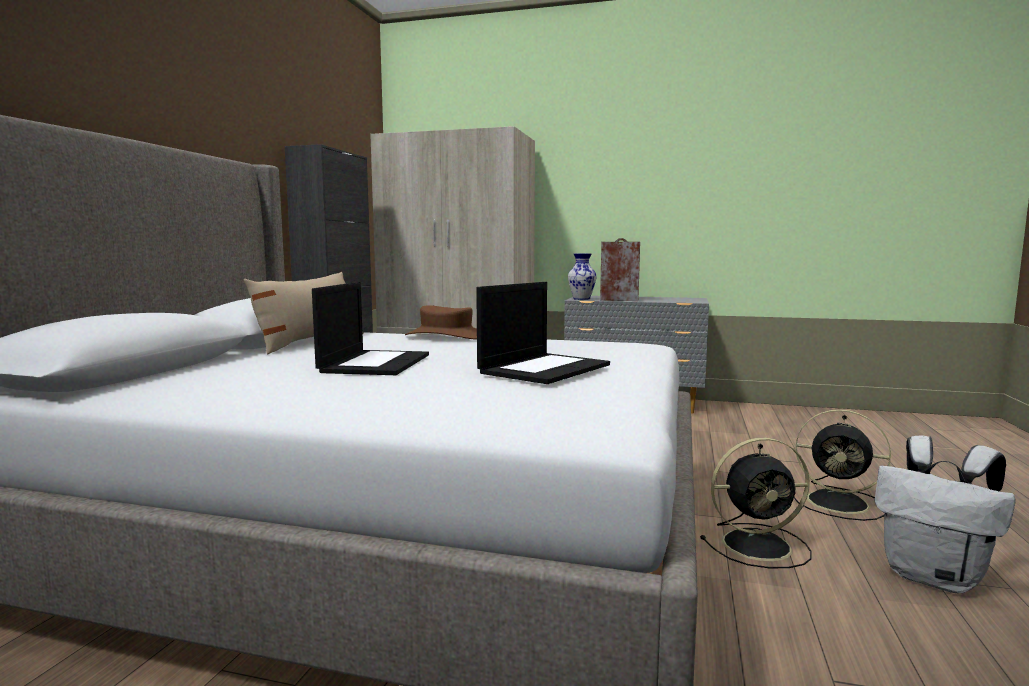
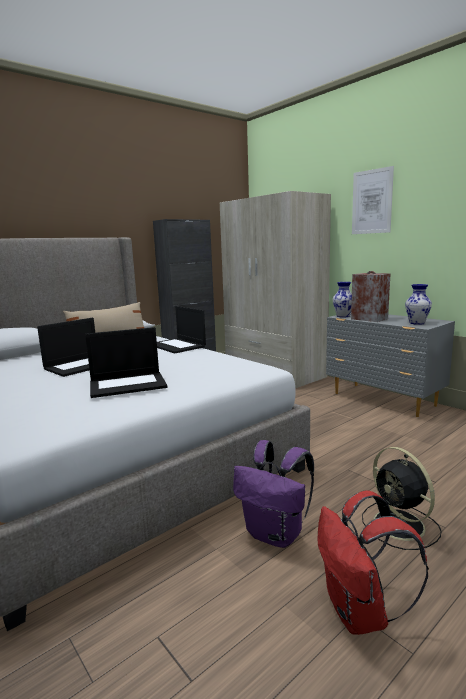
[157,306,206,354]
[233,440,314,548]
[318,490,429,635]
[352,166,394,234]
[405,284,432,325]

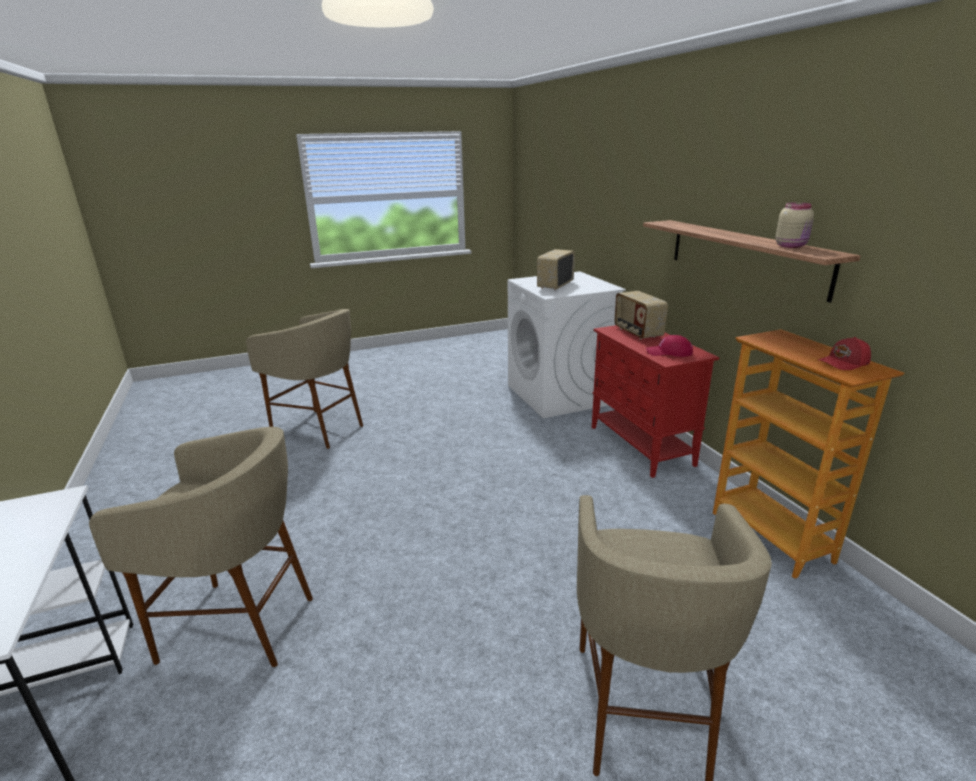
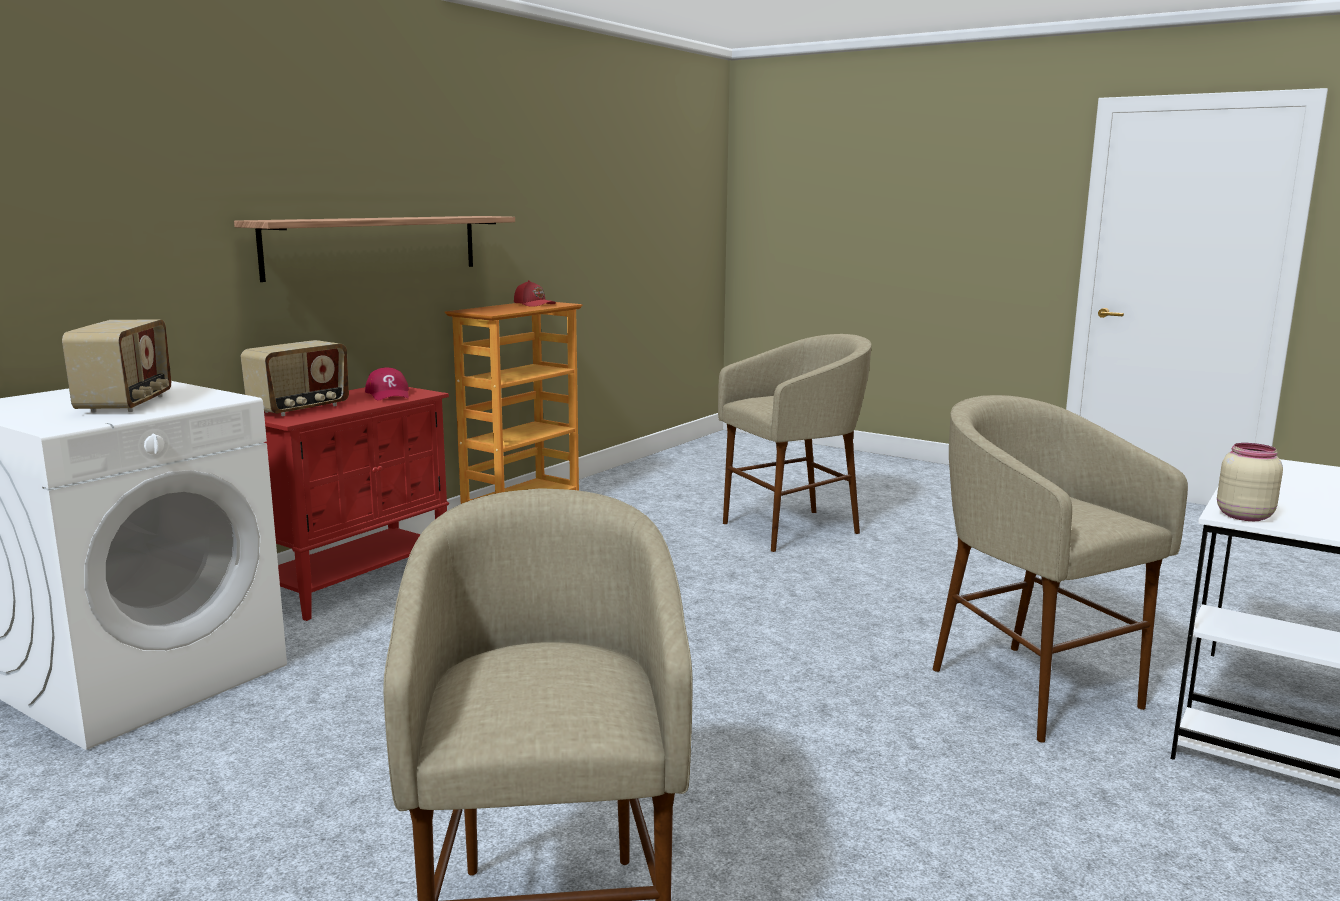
[62,320,171,413]
[1217,443,1283,521]

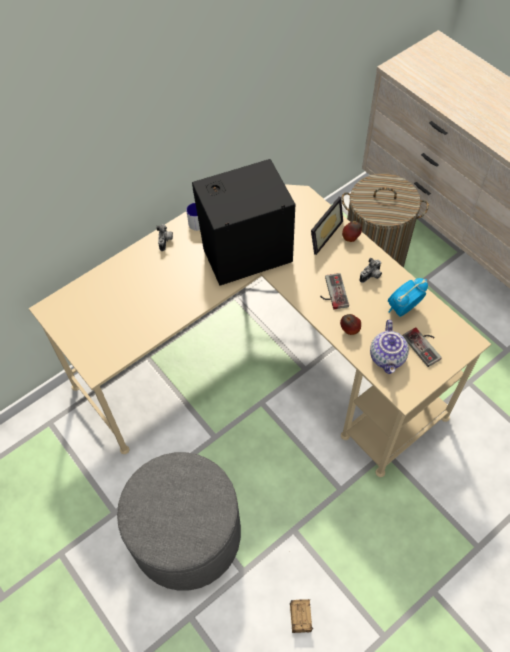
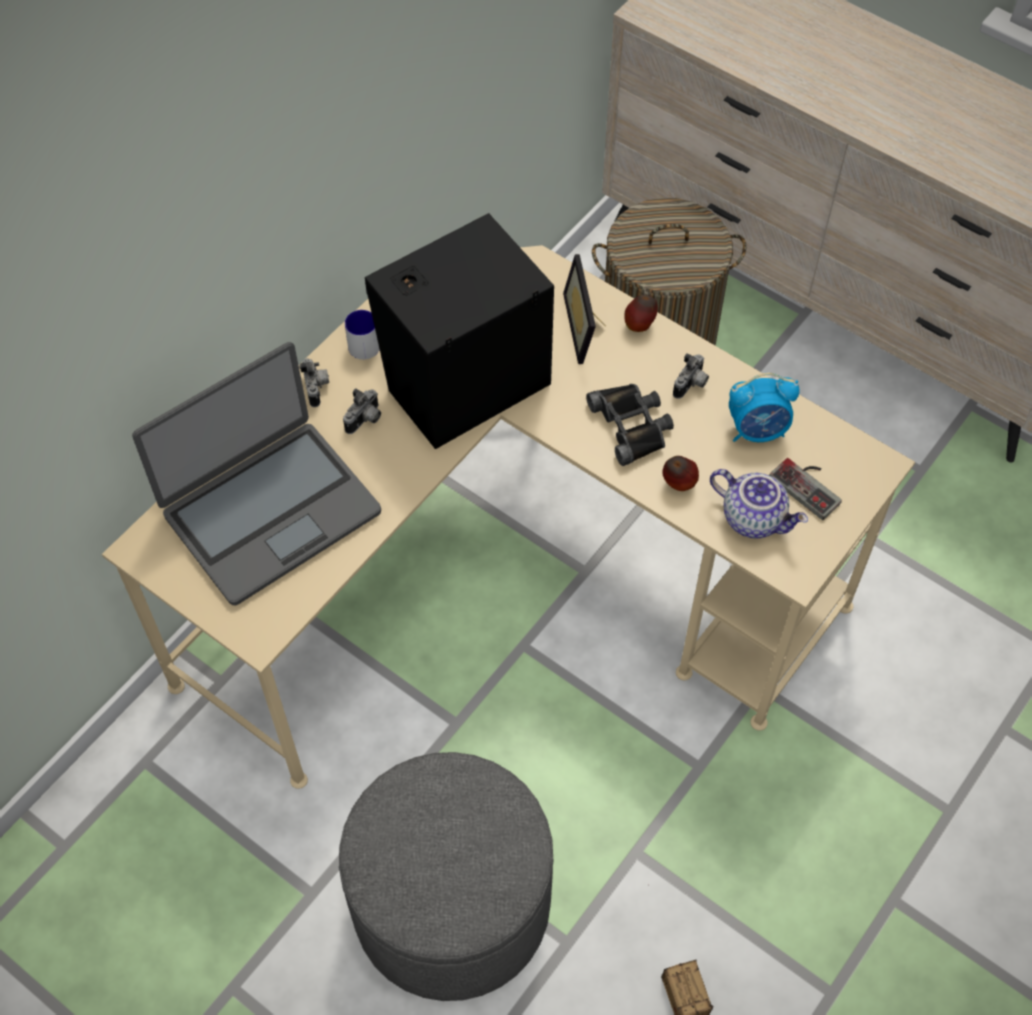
[132,342,381,606]
[343,388,381,434]
[563,254,605,364]
[586,384,674,466]
[710,469,808,538]
[729,373,800,442]

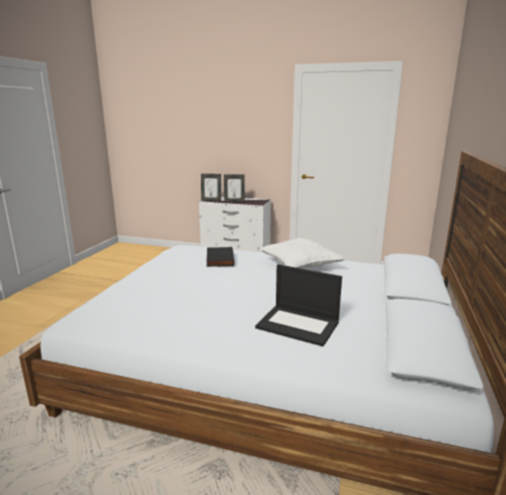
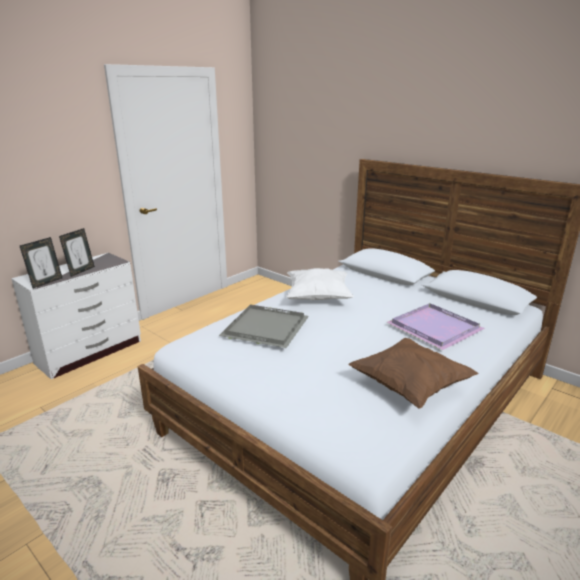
[219,304,309,348]
[348,338,478,409]
[386,303,485,350]

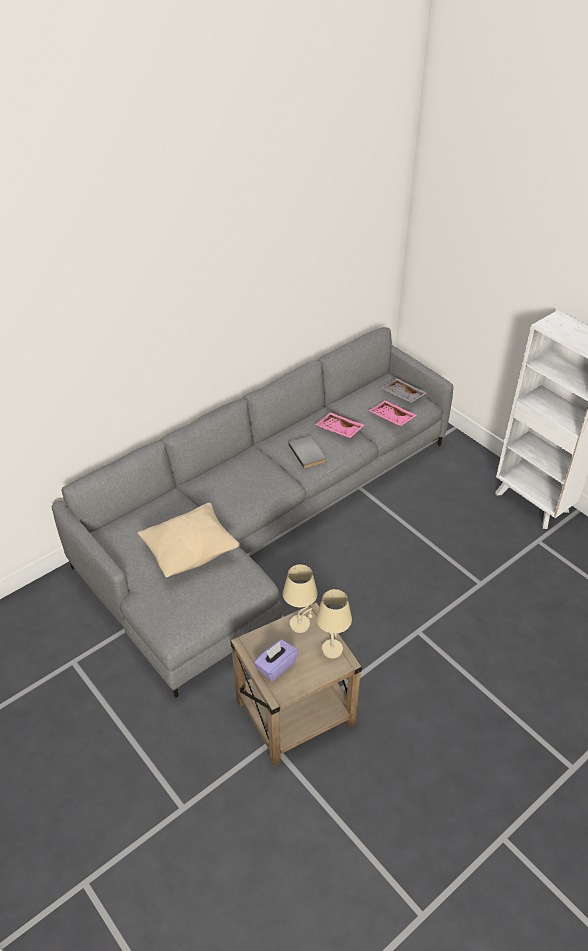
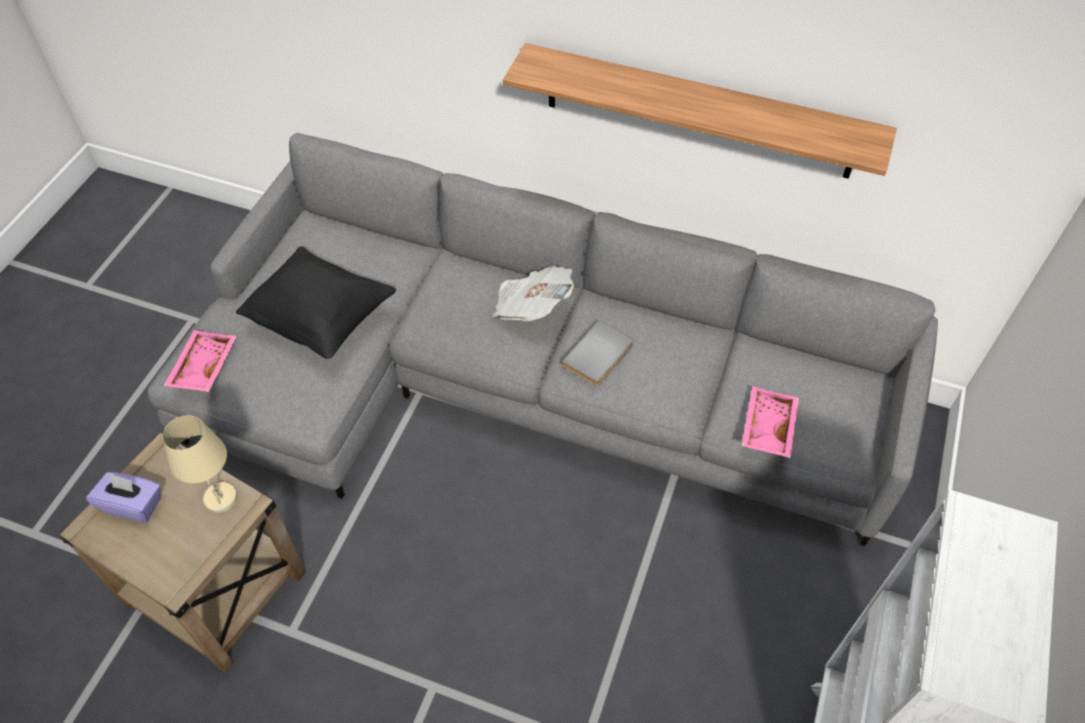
[163,330,237,392]
[236,246,396,359]
[493,266,574,321]
[503,43,897,179]
[316,589,352,658] (first image)
[381,379,427,403] (first image)

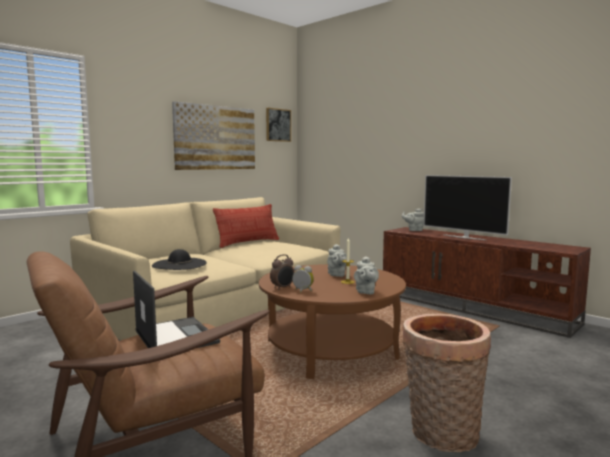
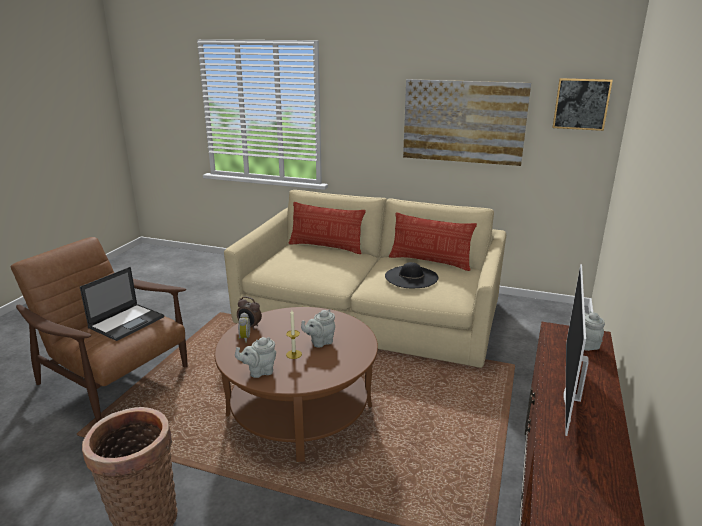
[288,202,366,254]
[385,262,438,288]

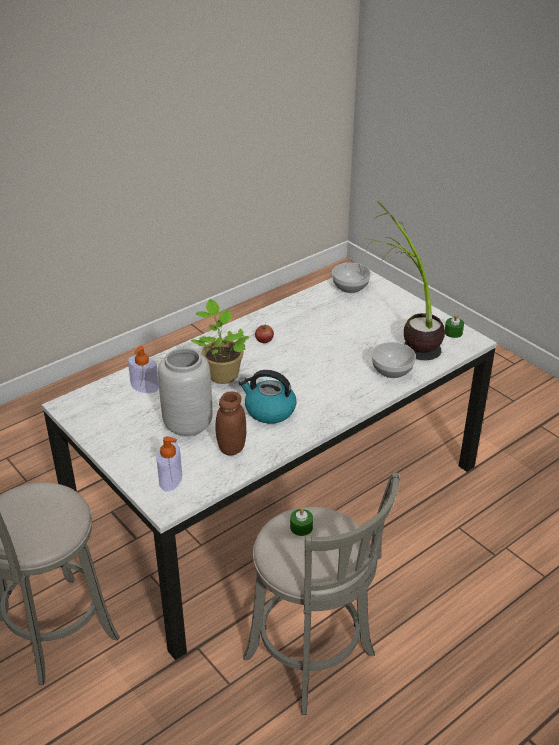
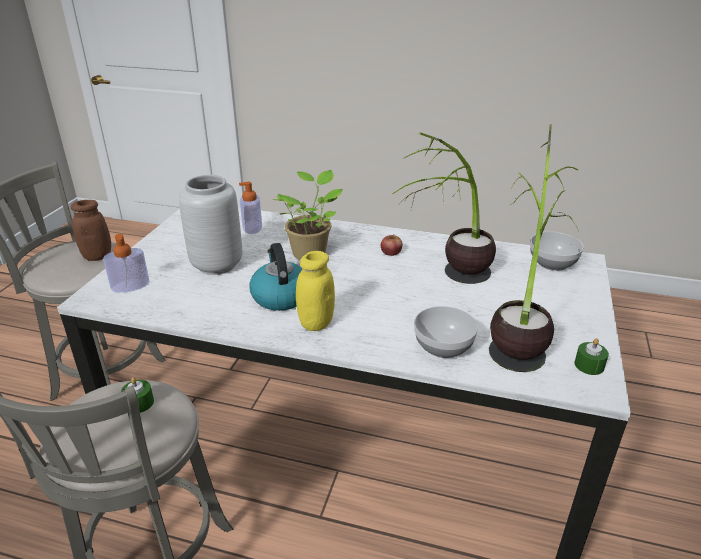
[71,200,111,261]
[296,251,335,331]
[393,132,496,284]

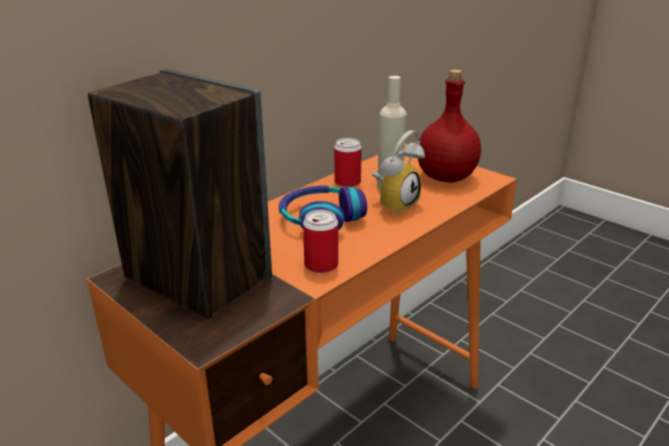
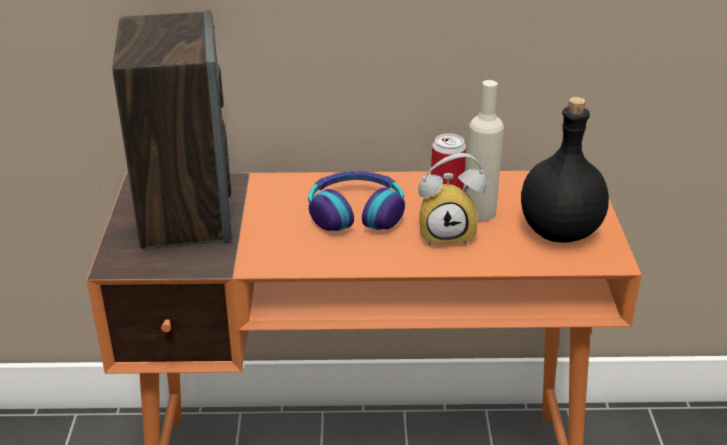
[521,97,609,243]
[303,210,338,273] (first image)

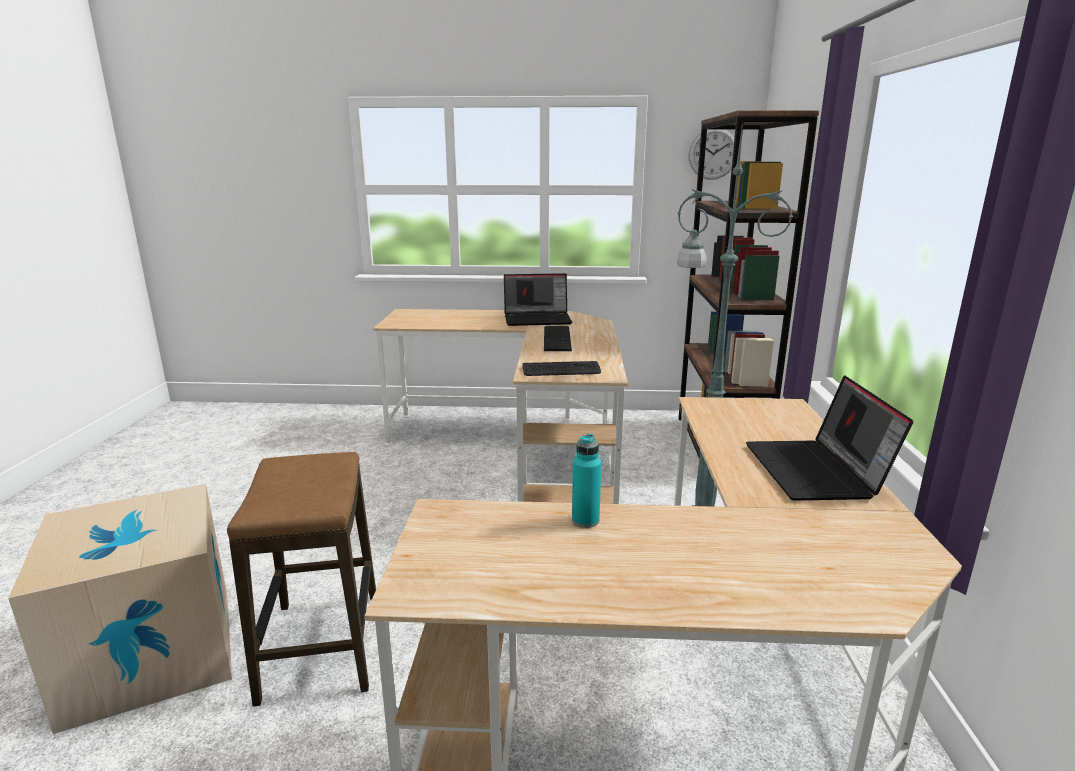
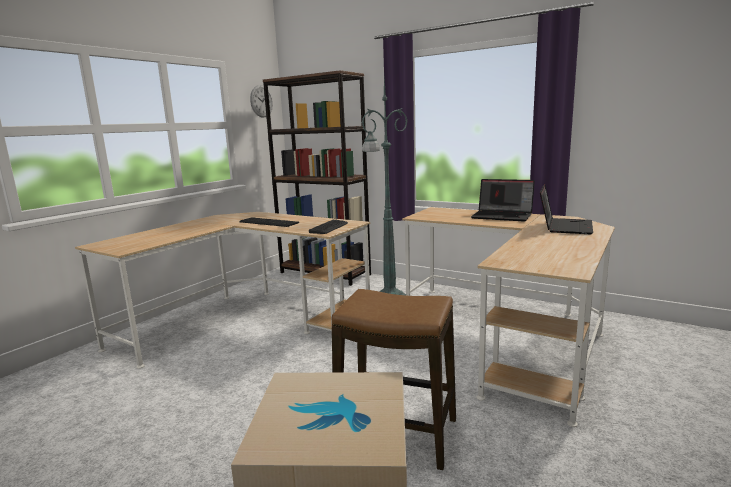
[540,184,593,234]
[572,433,602,528] (first image)

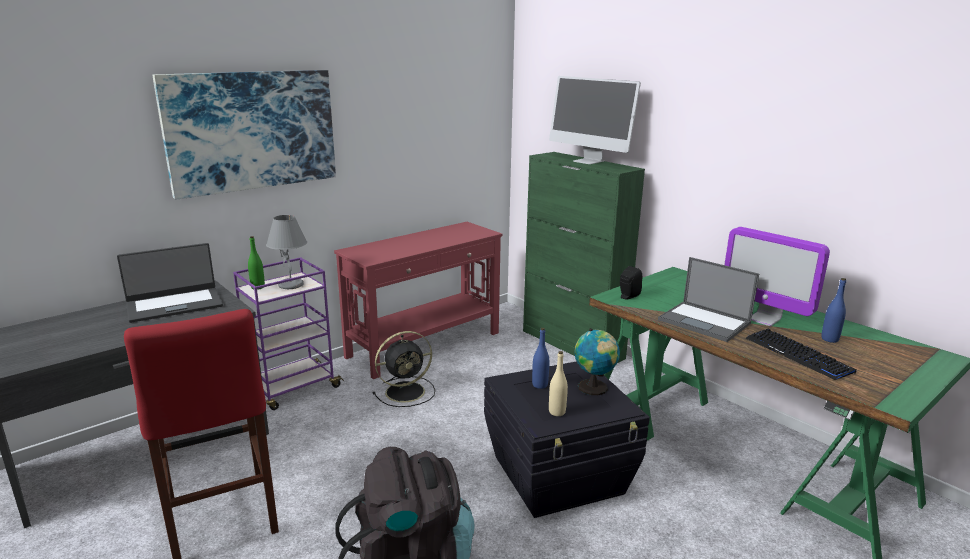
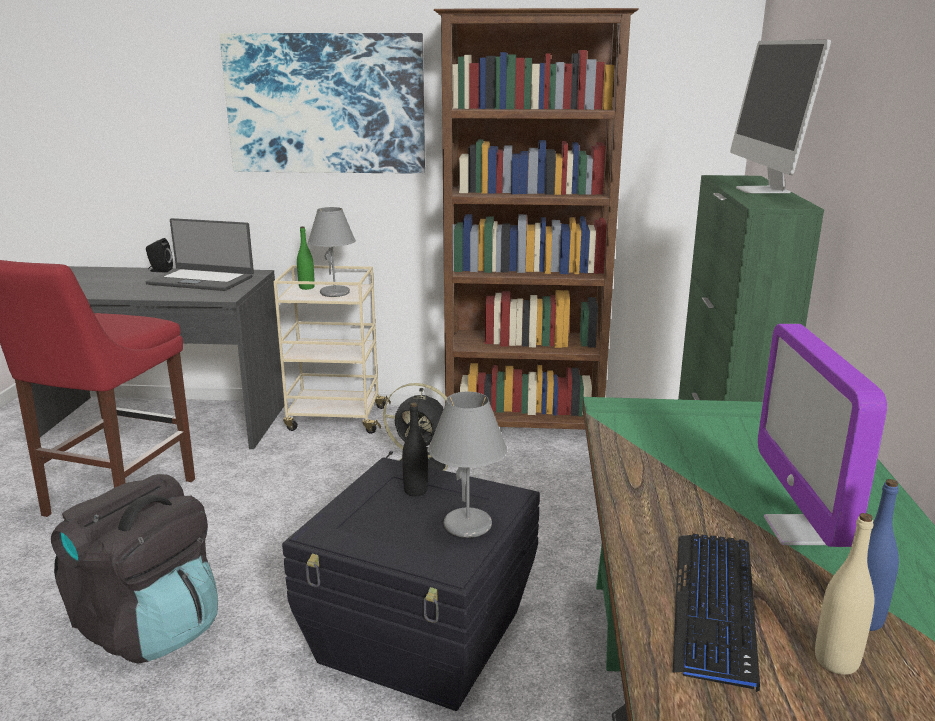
[146,238,173,272]
[274,265,391,434]
[402,403,428,496]
[428,392,507,538]
[434,8,639,430]
[815,513,875,675]
[658,257,759,342] (first image)

